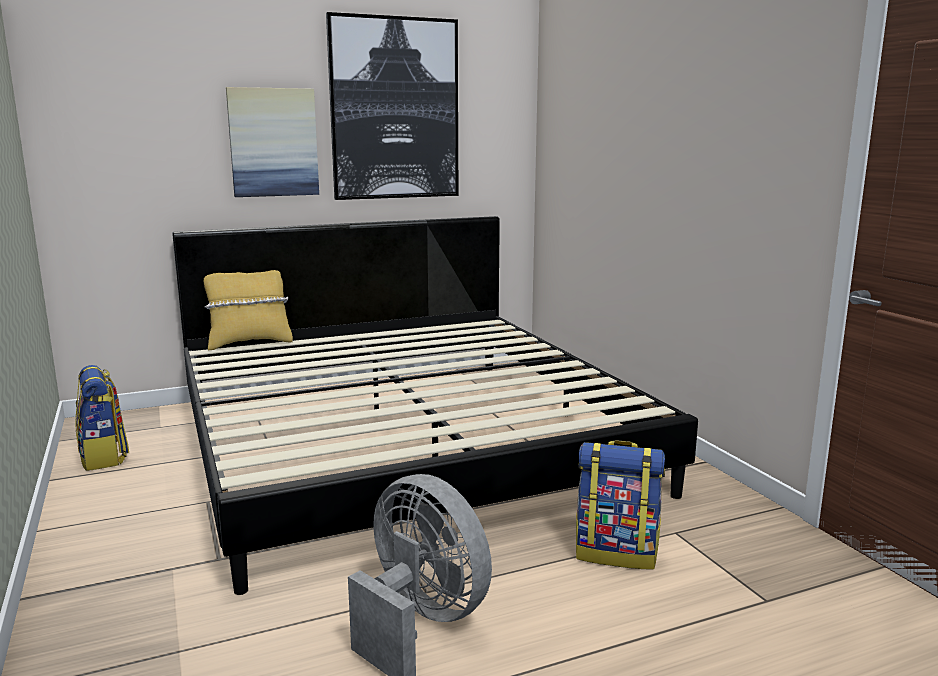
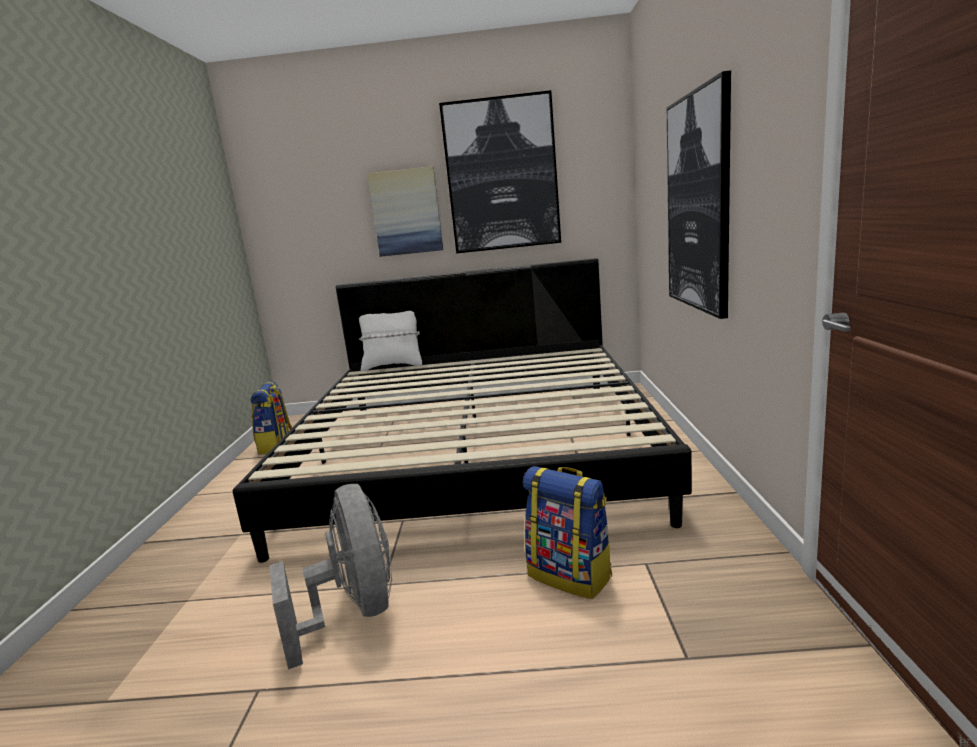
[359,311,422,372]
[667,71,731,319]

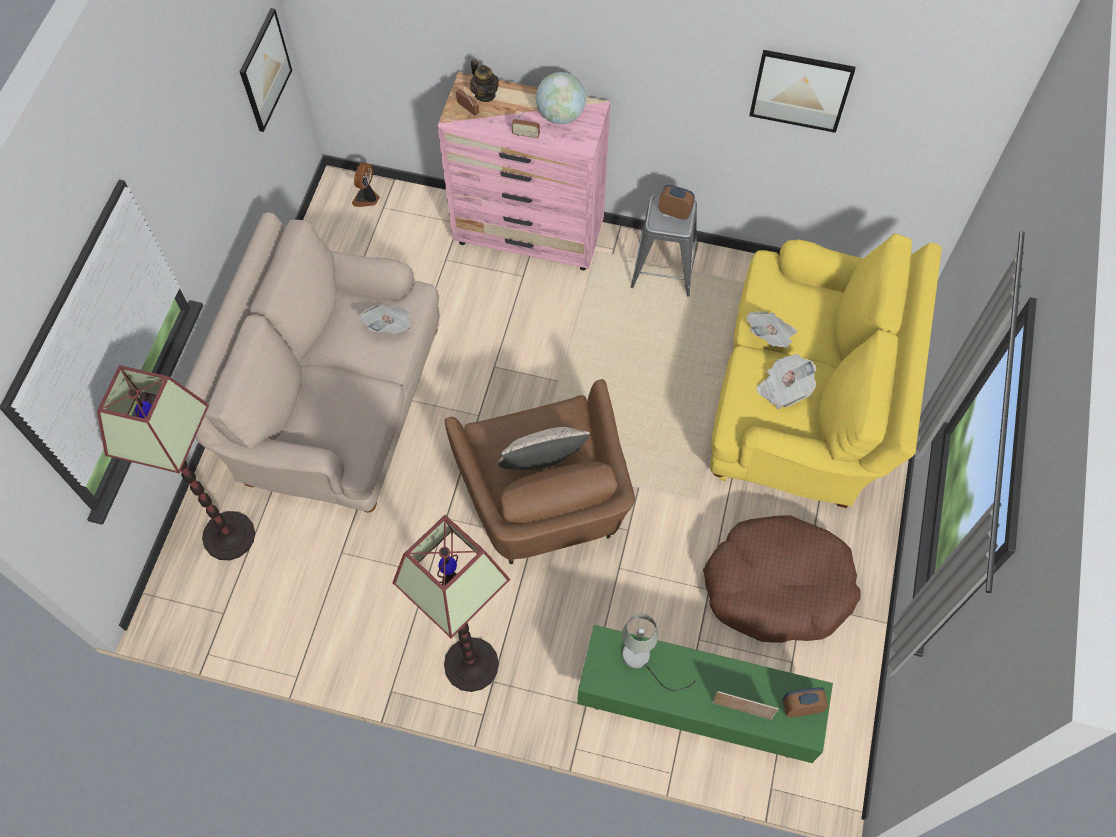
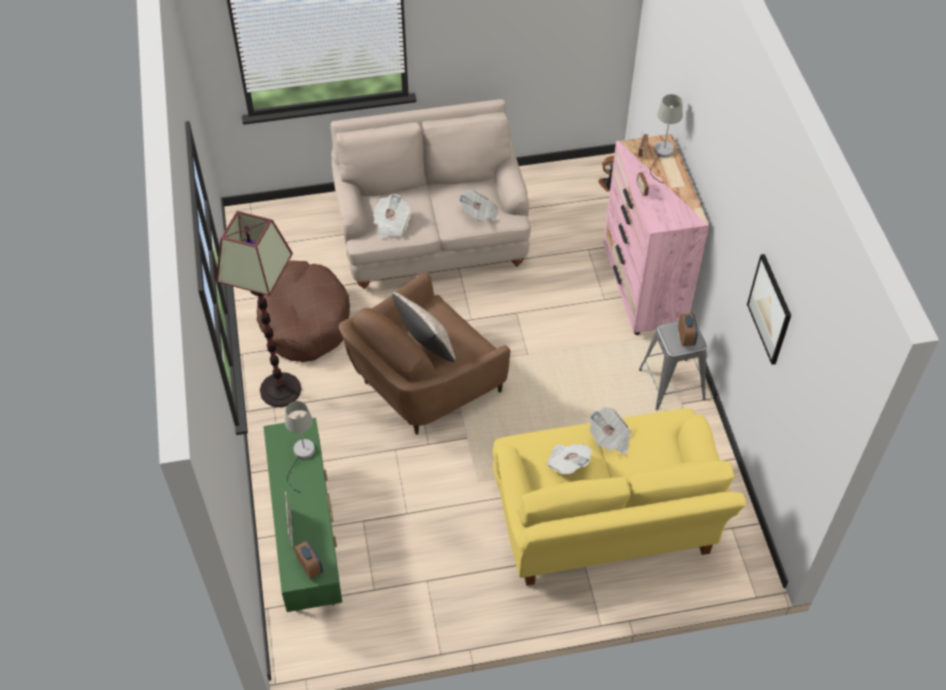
[256,260,350,362]
[373,194,412,238]
[650,94,683,183]
[97,365,255,560] (first image)
[240,8,292,132] (first image)
[536,72,586,124] (first image)

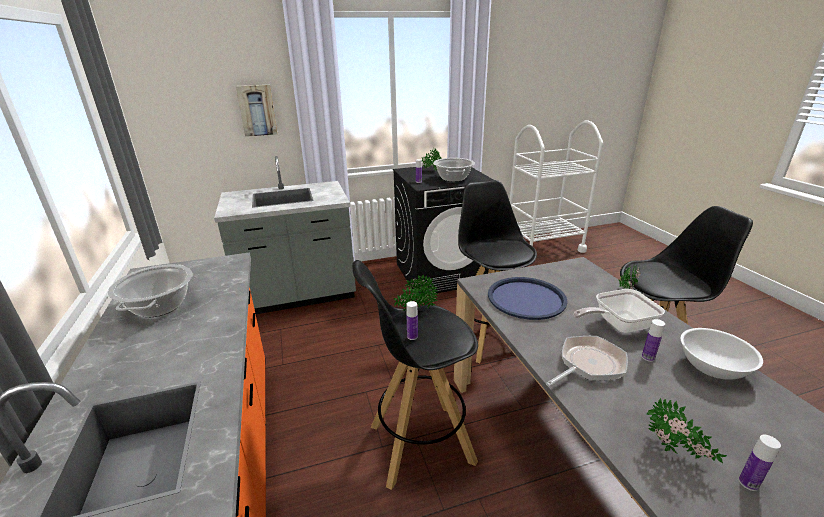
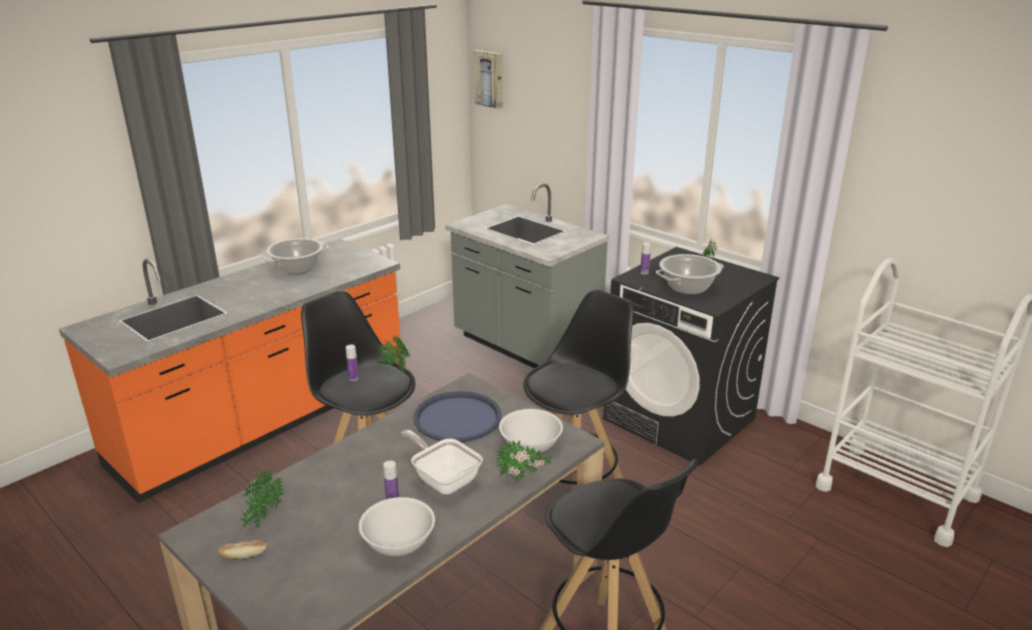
[219,540,267,559]
[473,50,503,109]
[499,409,563,454]
[546,336,628,387] (first image)

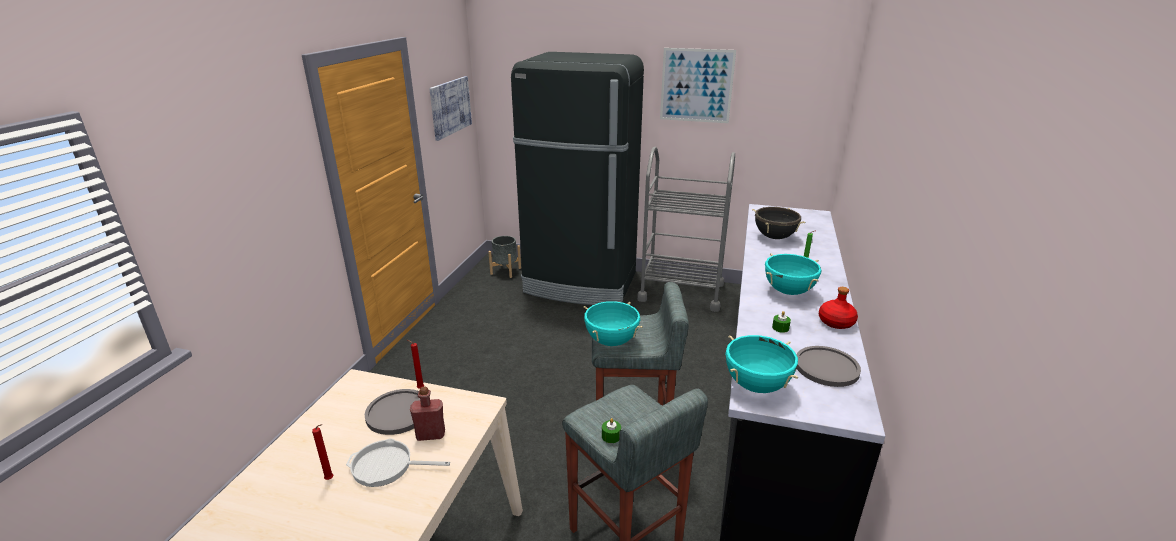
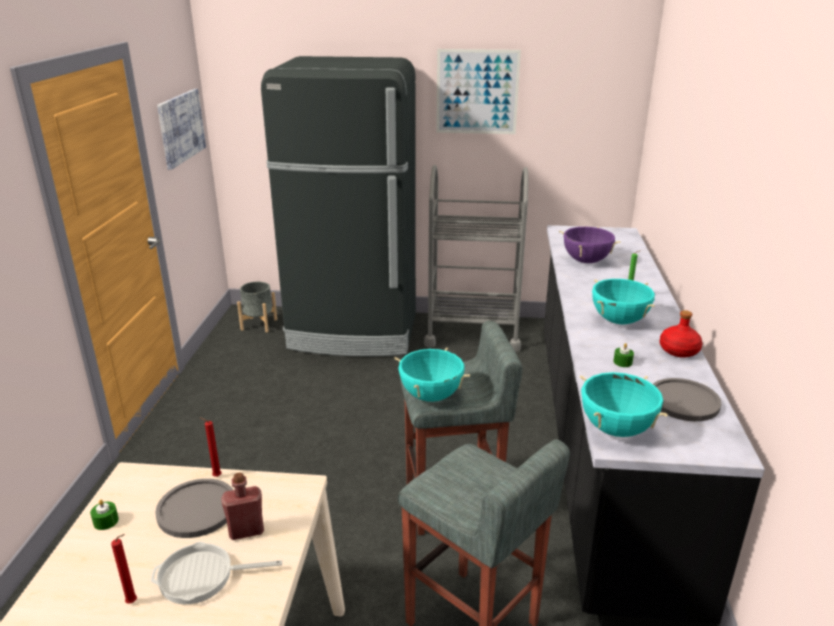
[90,500,119,530]
[559,227,621,263]

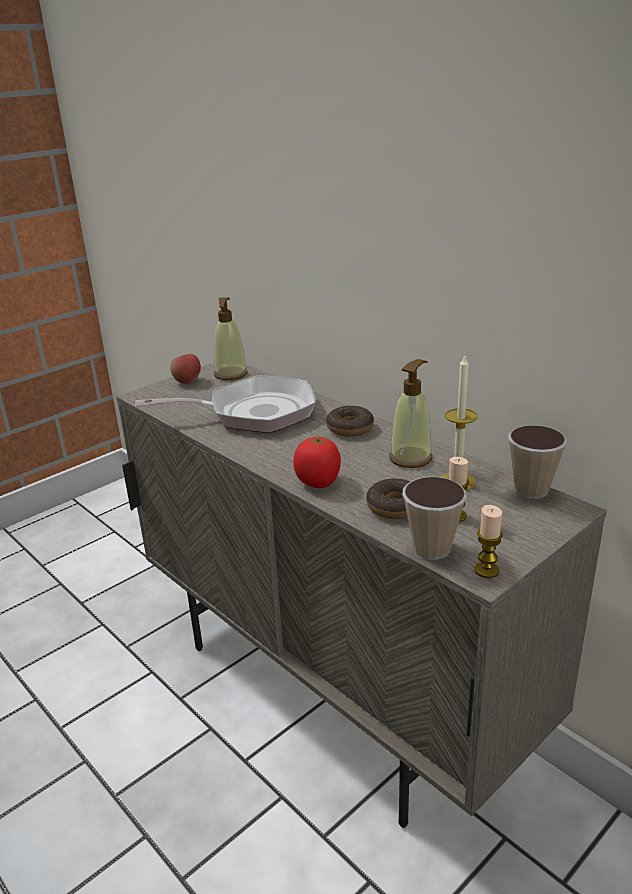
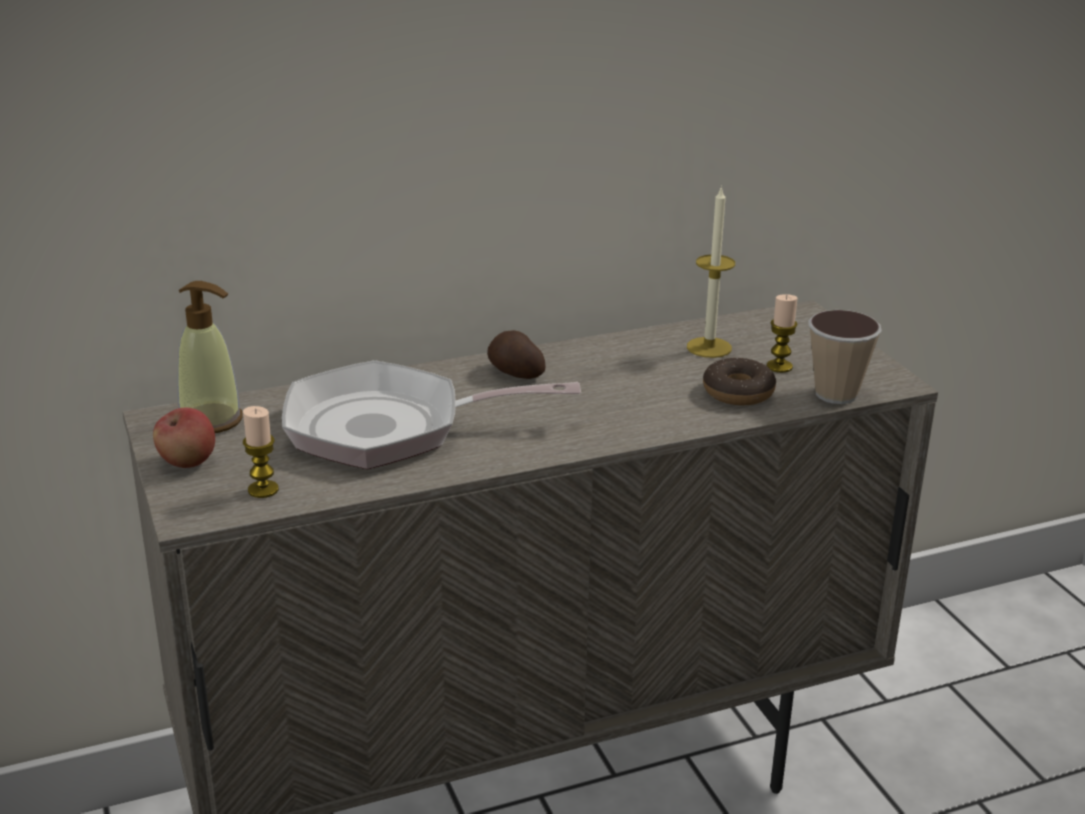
[243,406,279,498]
[282,360,581,469]
[487,330,545,379]
[293,437,341,488] (first image)
[389,359,432,468] (first image)
[508,425,567,499] (first image)

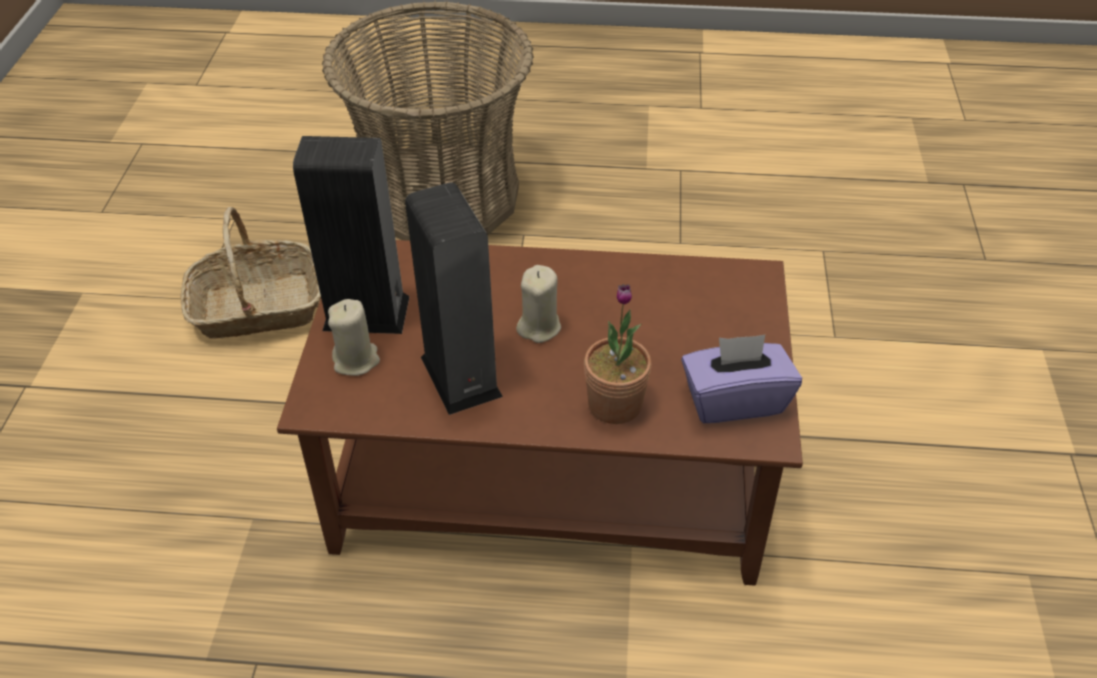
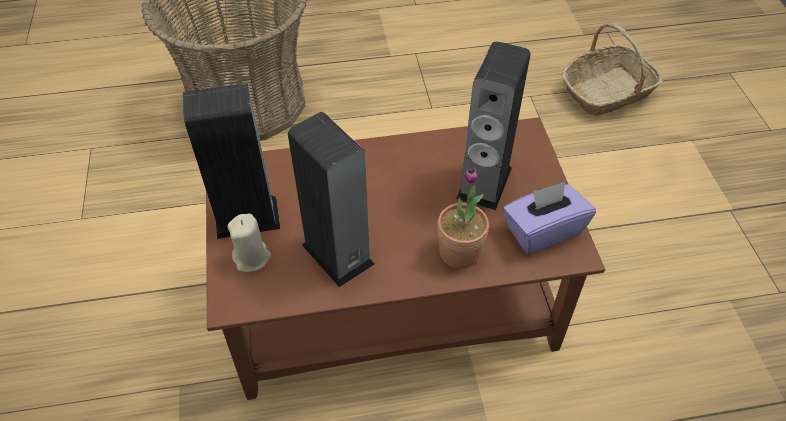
[456,41,531,210]
[562,23,662,116]
[516,265,561,343] (first image)

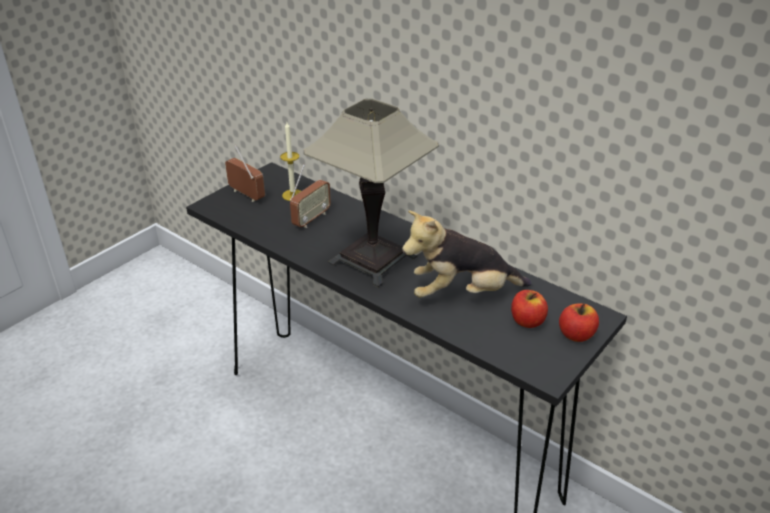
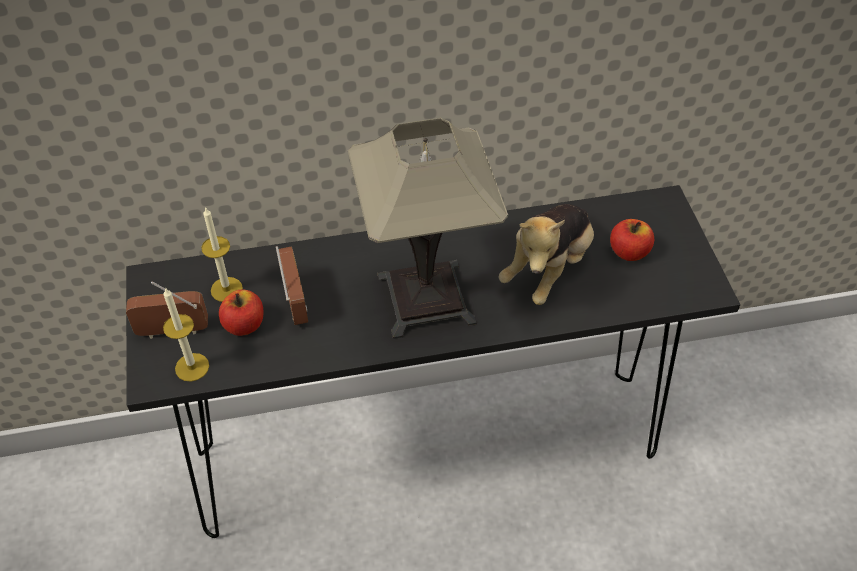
[163,288,209,382]
[219,289,264,336]

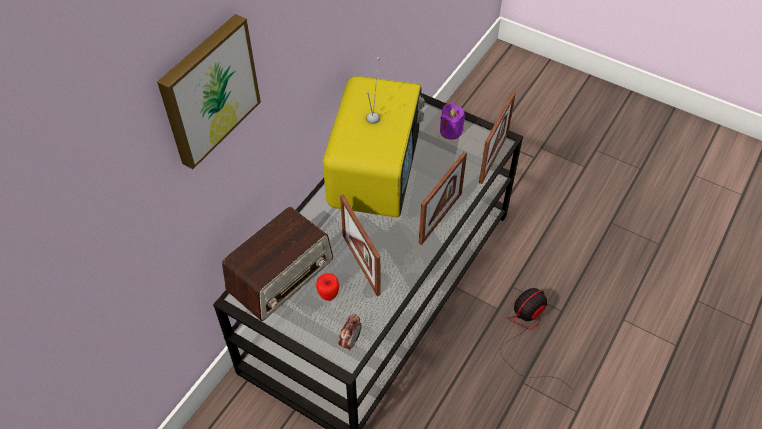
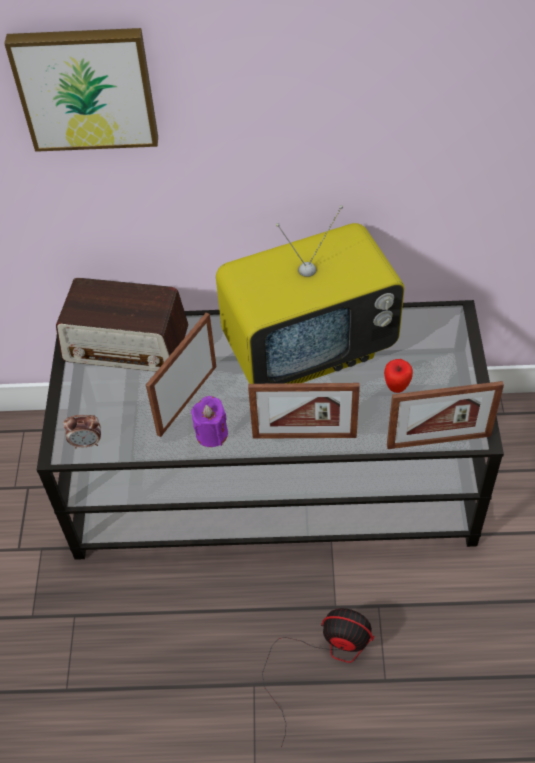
[191,396,228,447]
[384,359,413,393]

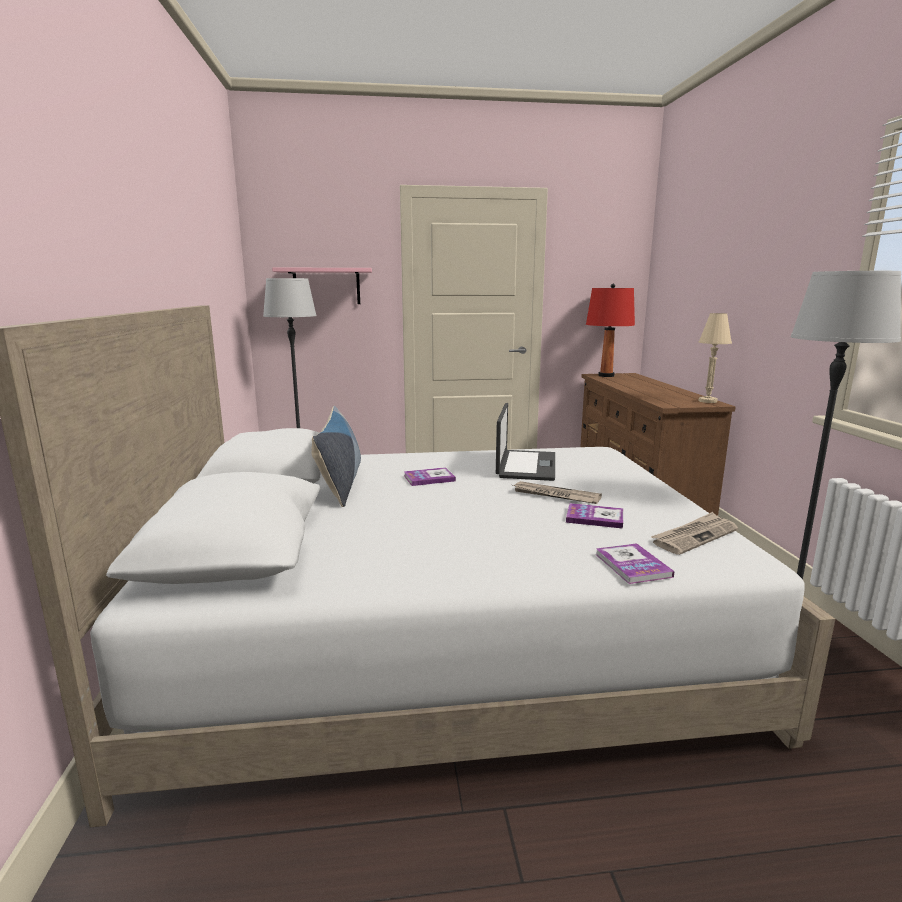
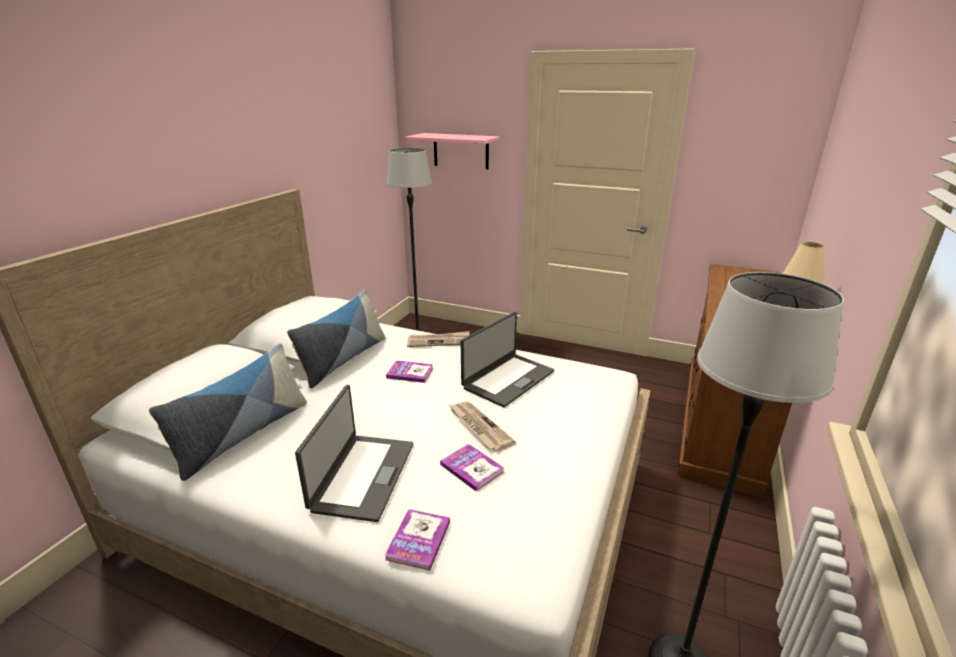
[149,344,307,481]
[295,385,413,522]
[407,331,469,347]
[586,283,635,377] (first image)

